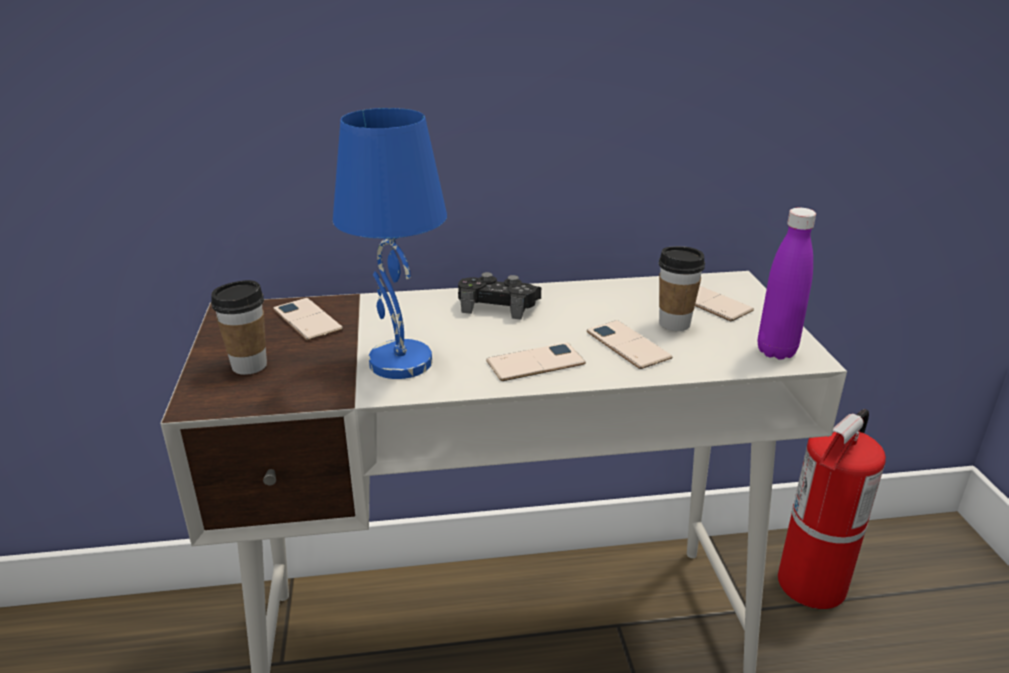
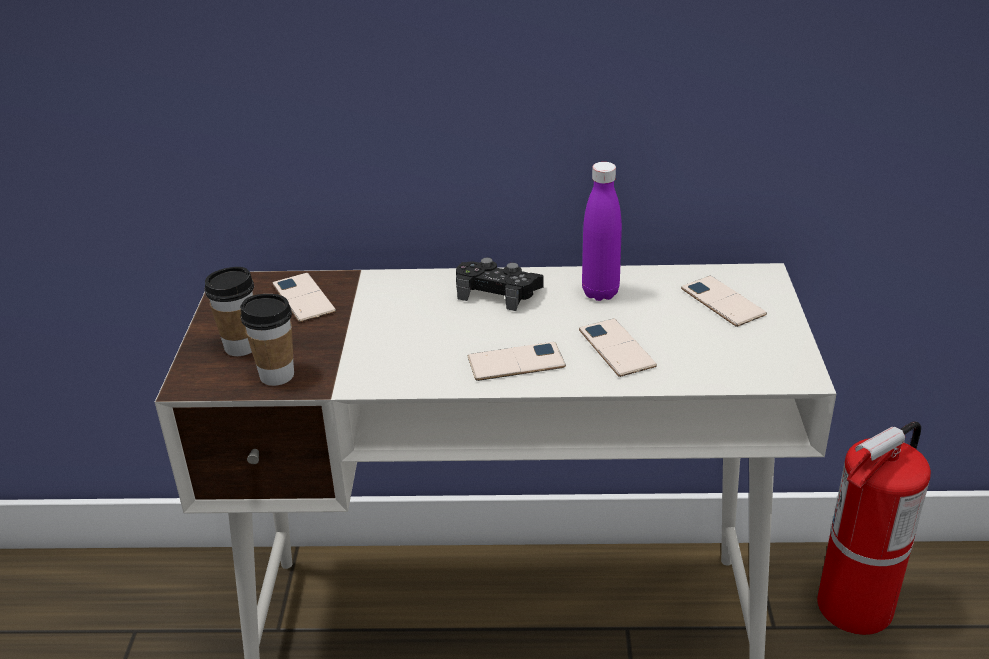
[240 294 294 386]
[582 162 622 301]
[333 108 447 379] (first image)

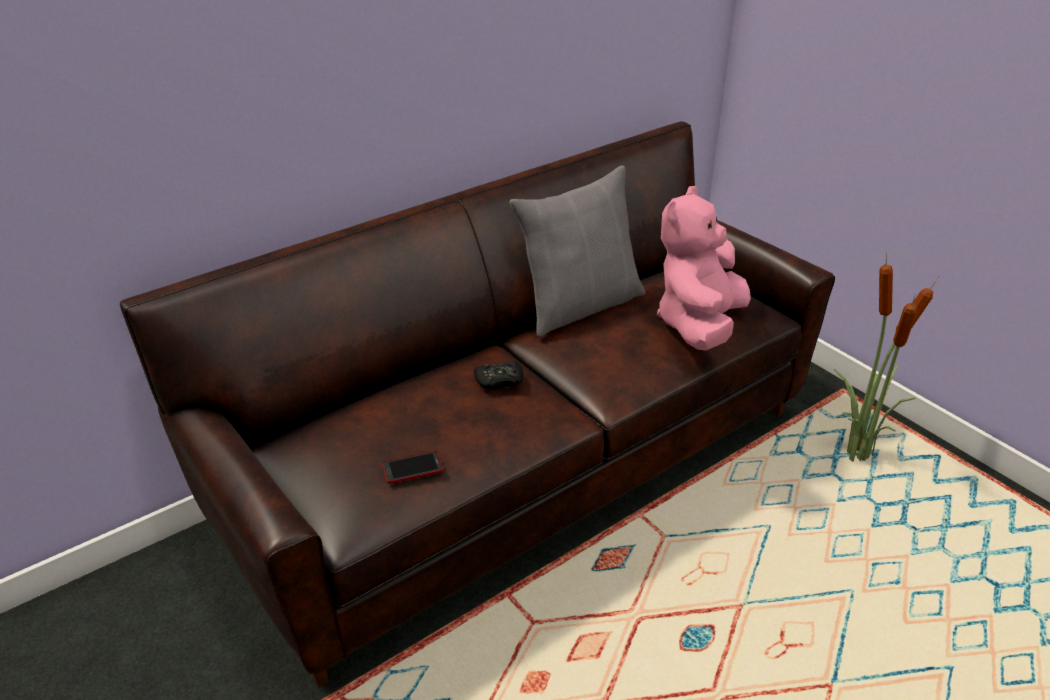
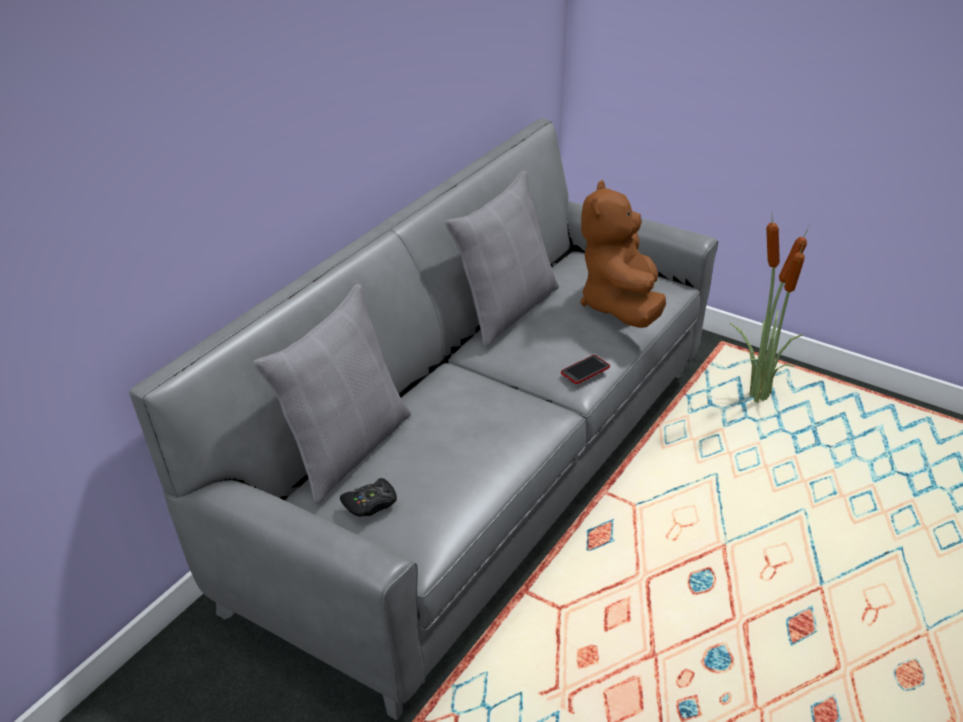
[130 118 718 720]
[253 284 411 503]
[340 478 397 517]
[561 355 610 384]
[580 180 666 328]

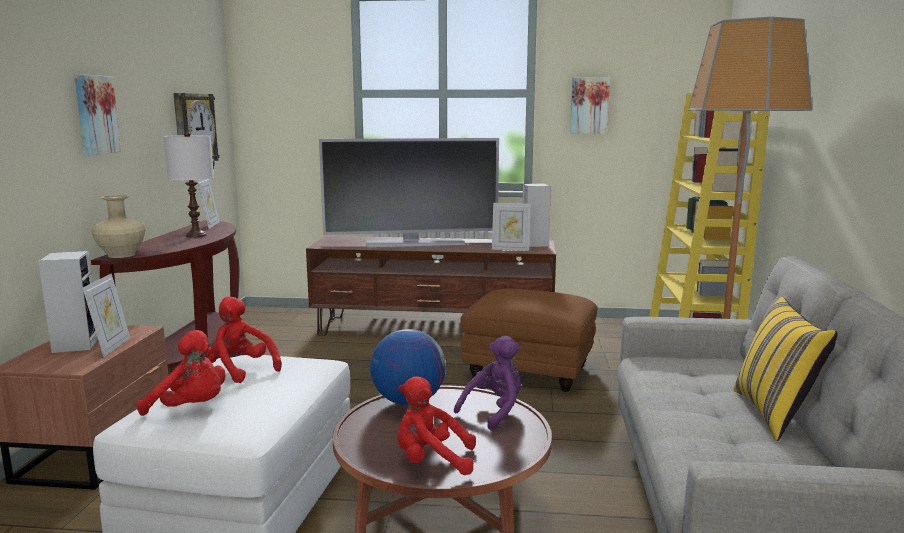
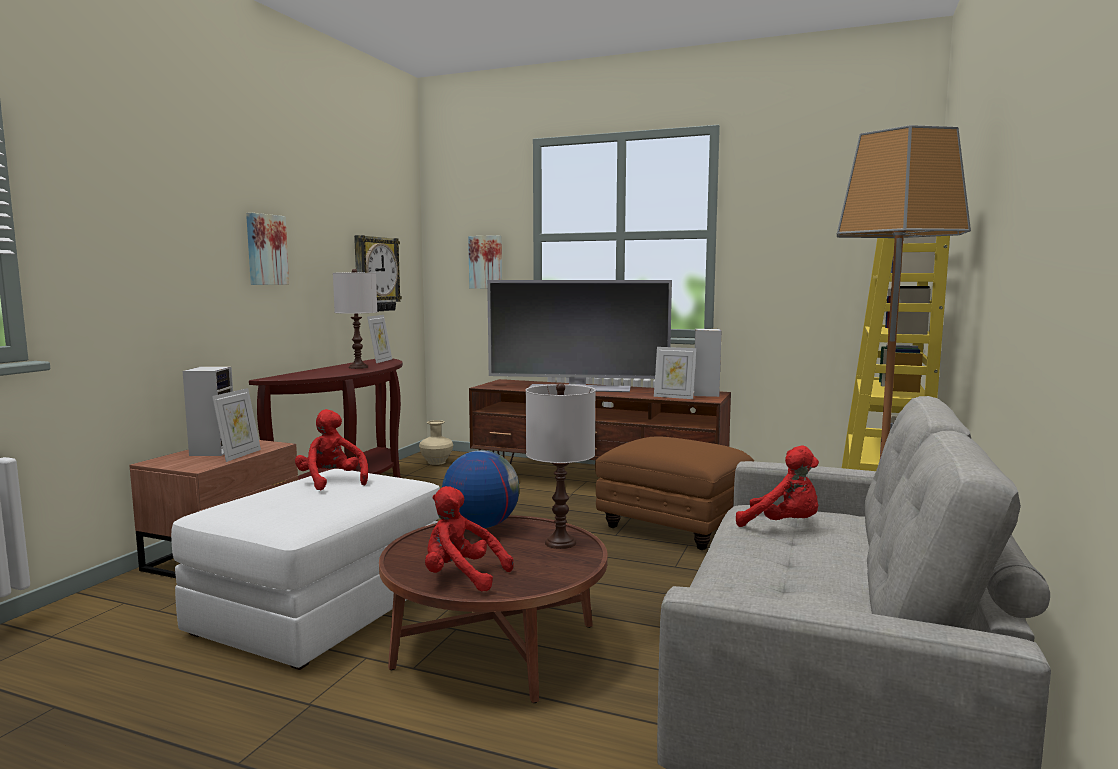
[419 420 453 465]
[468 235 502 289]
[526 383 596 549]
[736 446 819 527]
[734 297 838 441] (first image)

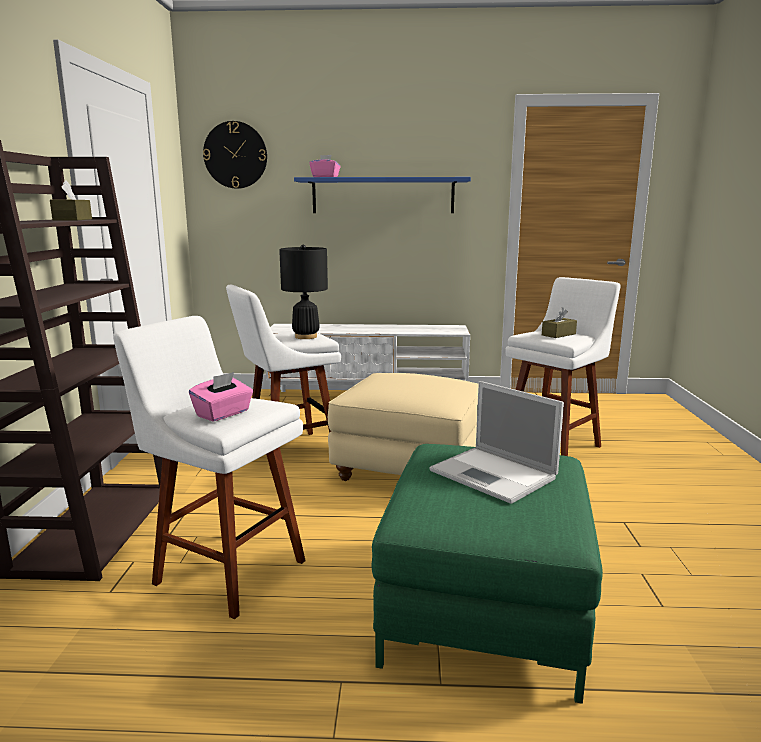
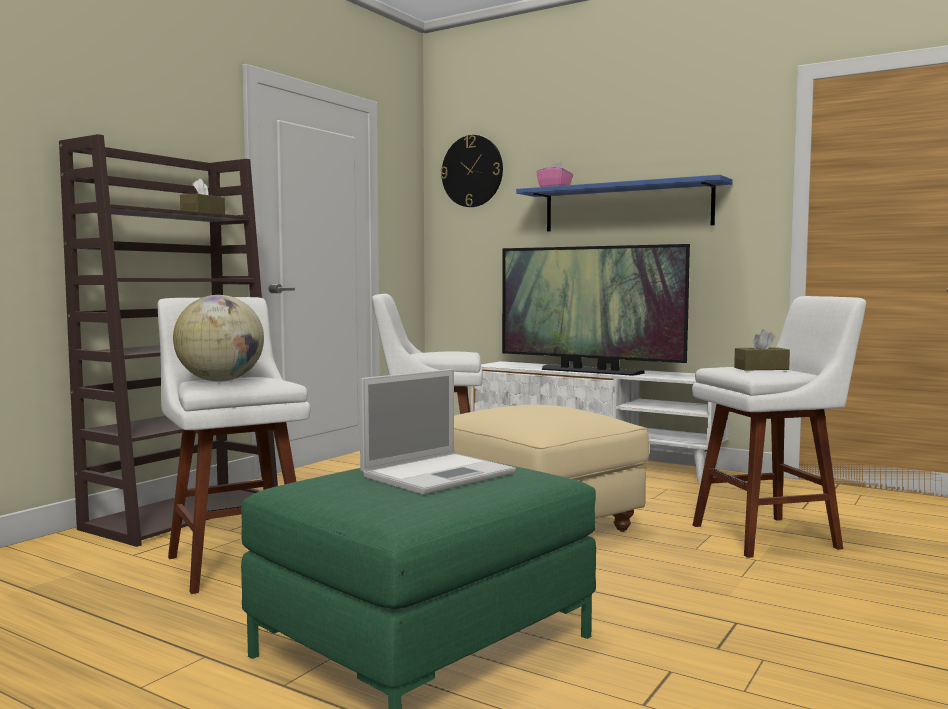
[173 295 264 382]
[359 369 516 495]
[502 244 690 376]
[279 245 328 339] (first image)

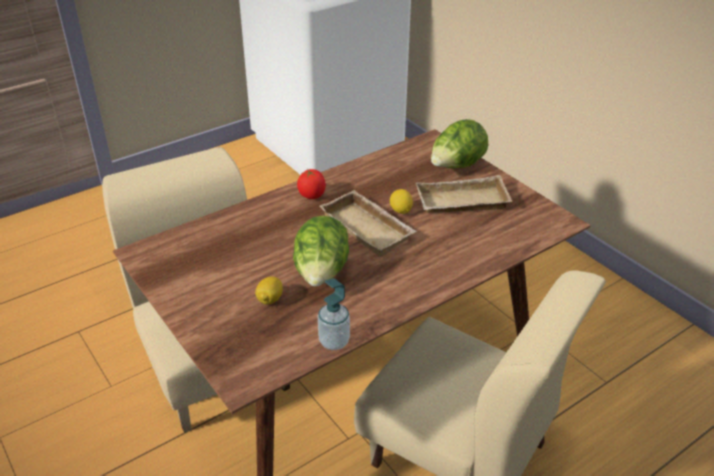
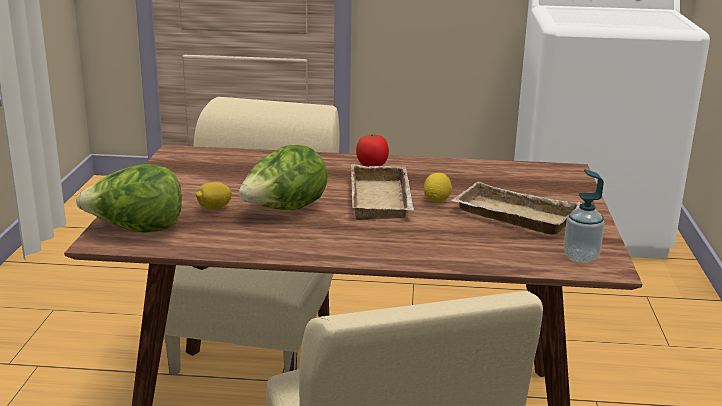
[76 164 182 233]
[564 169 604 263]

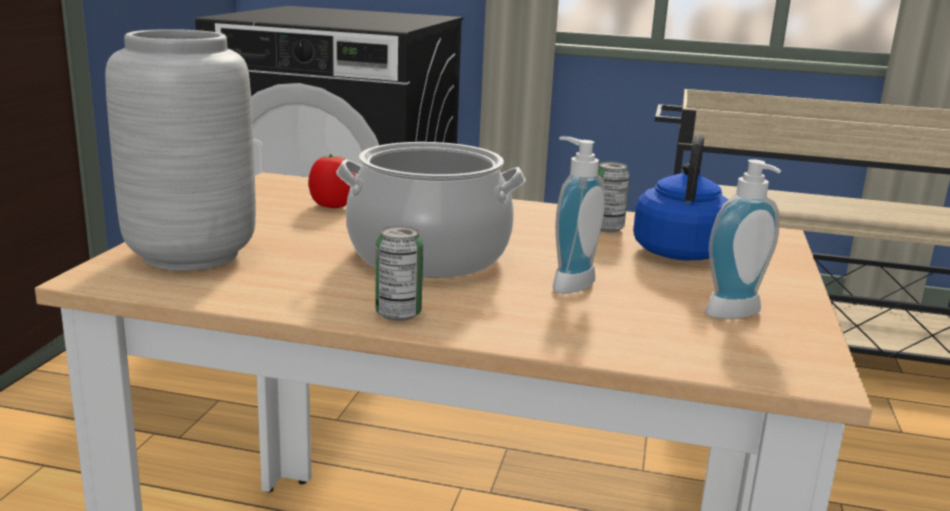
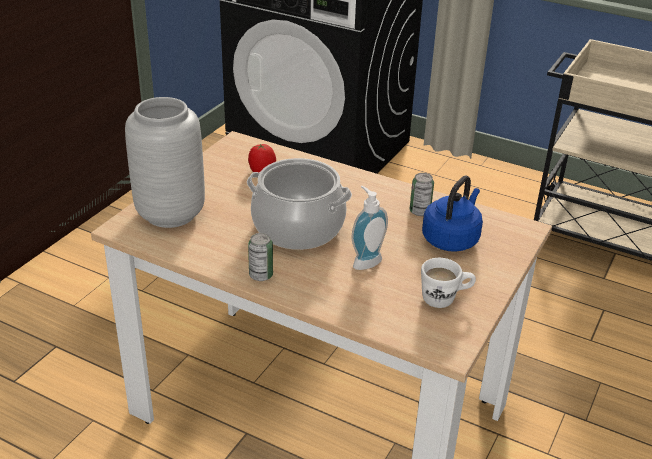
[421 258 476 308]

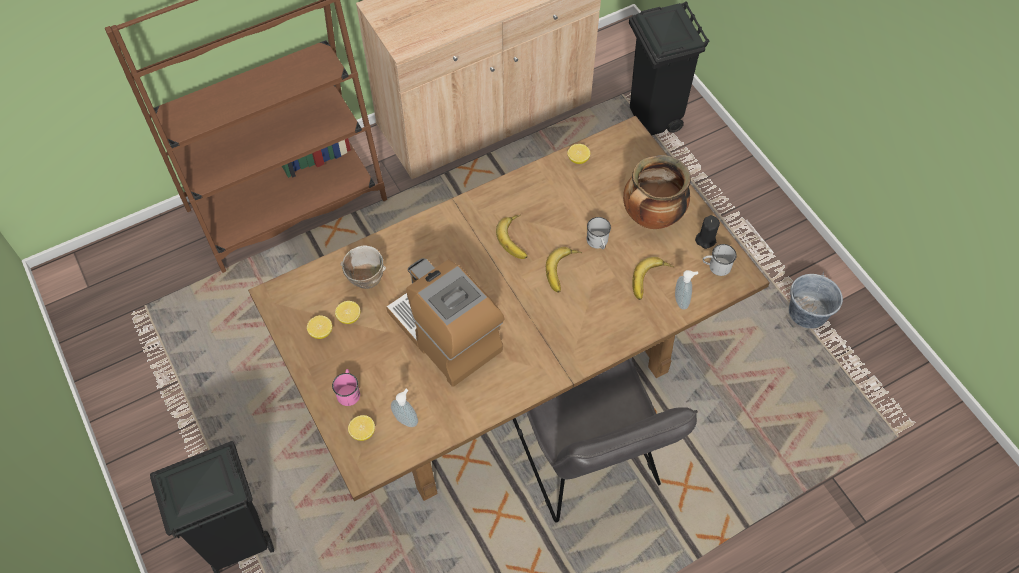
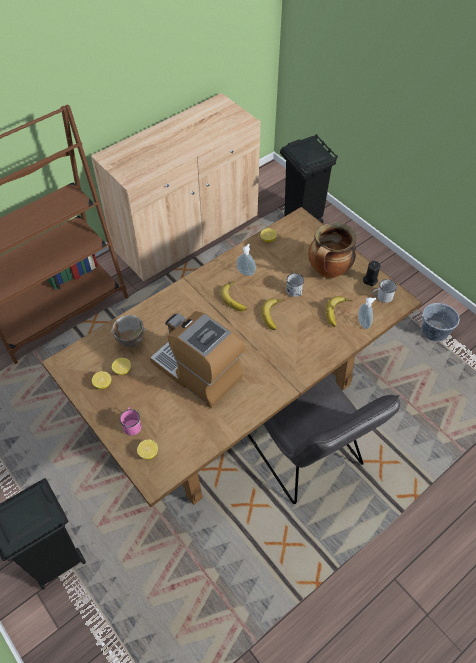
[237 244 256 276]

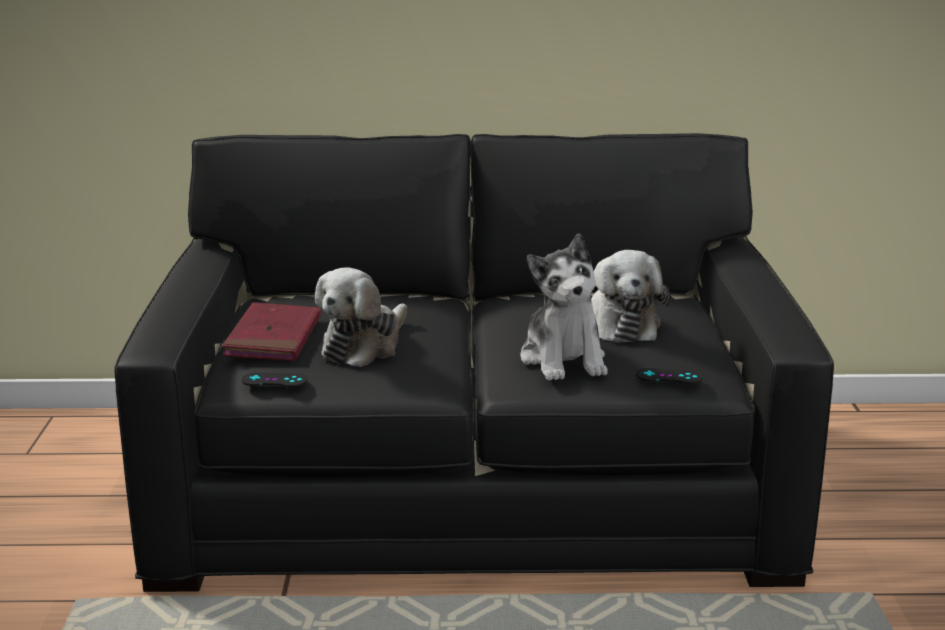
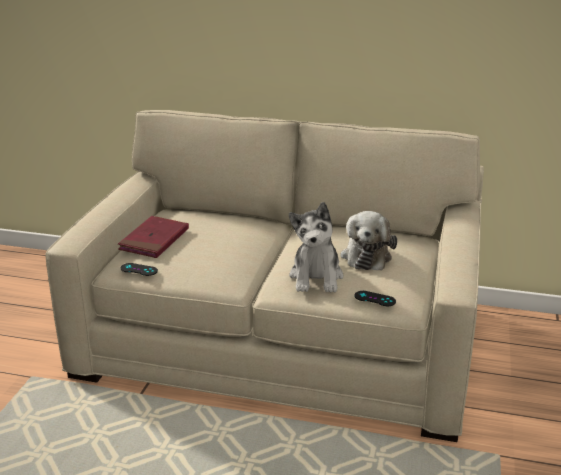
[46 110 484 442]
[315 267 407 367] (first image)

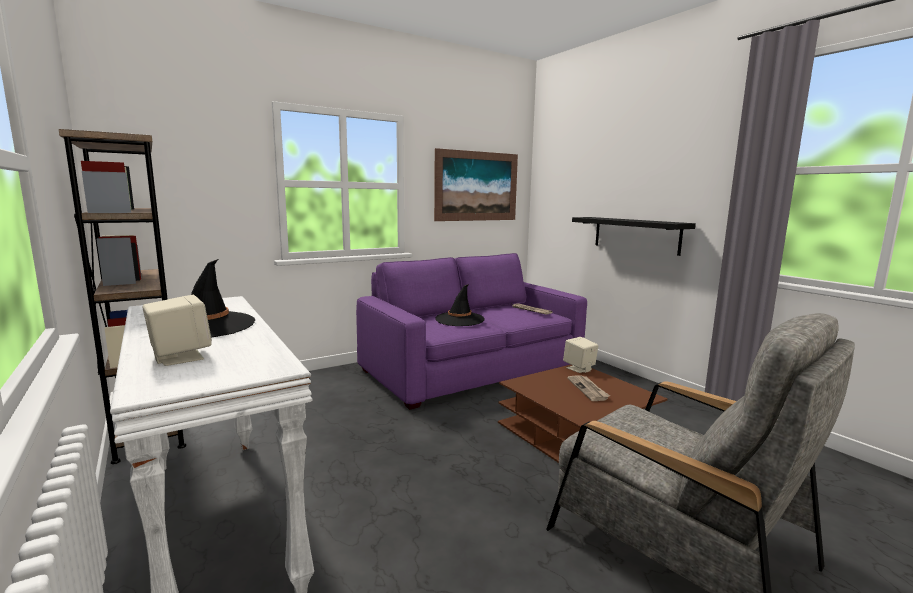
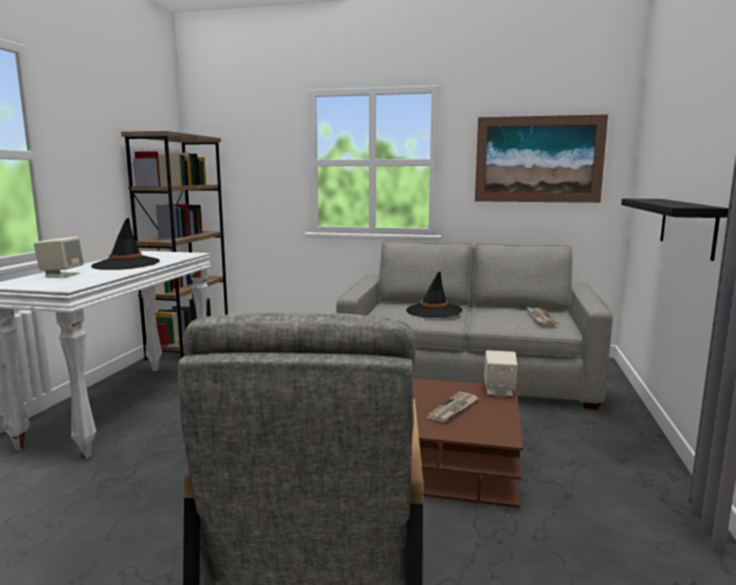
[336 241 613 409]

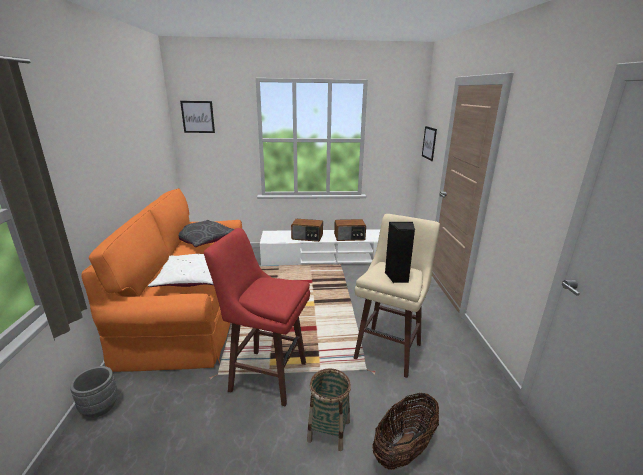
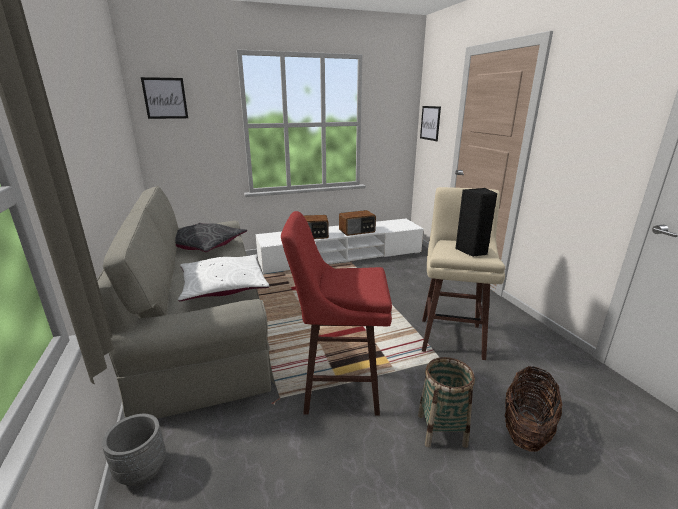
[97 186 276 419]

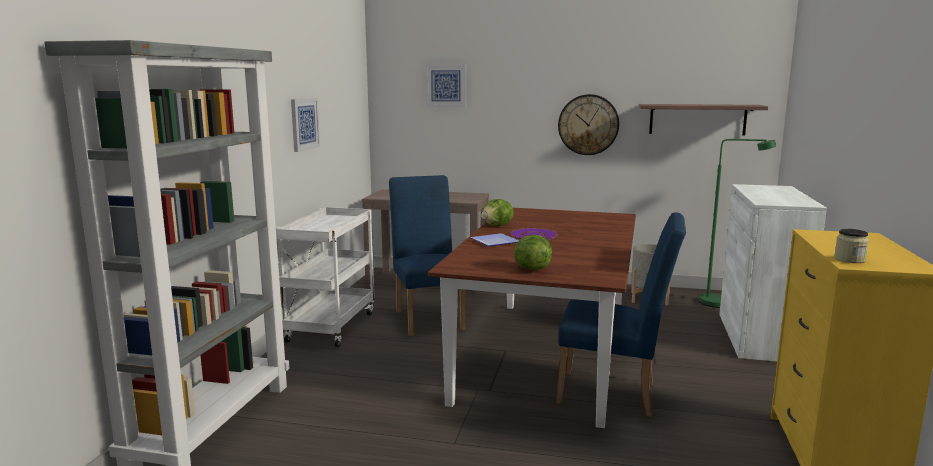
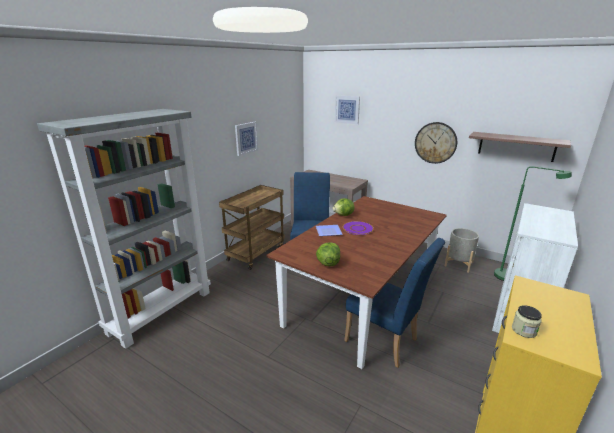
[219 185 285 270]

